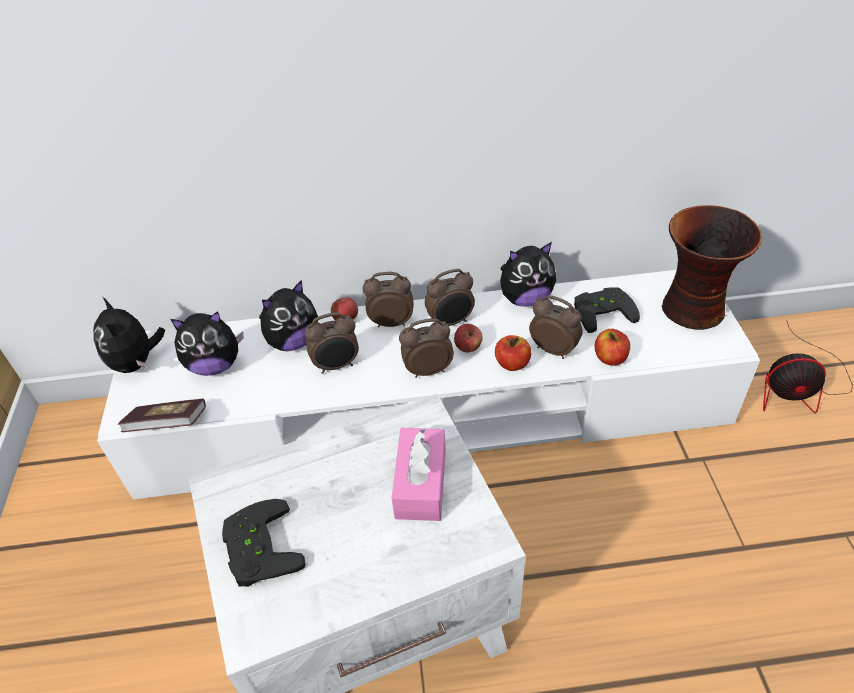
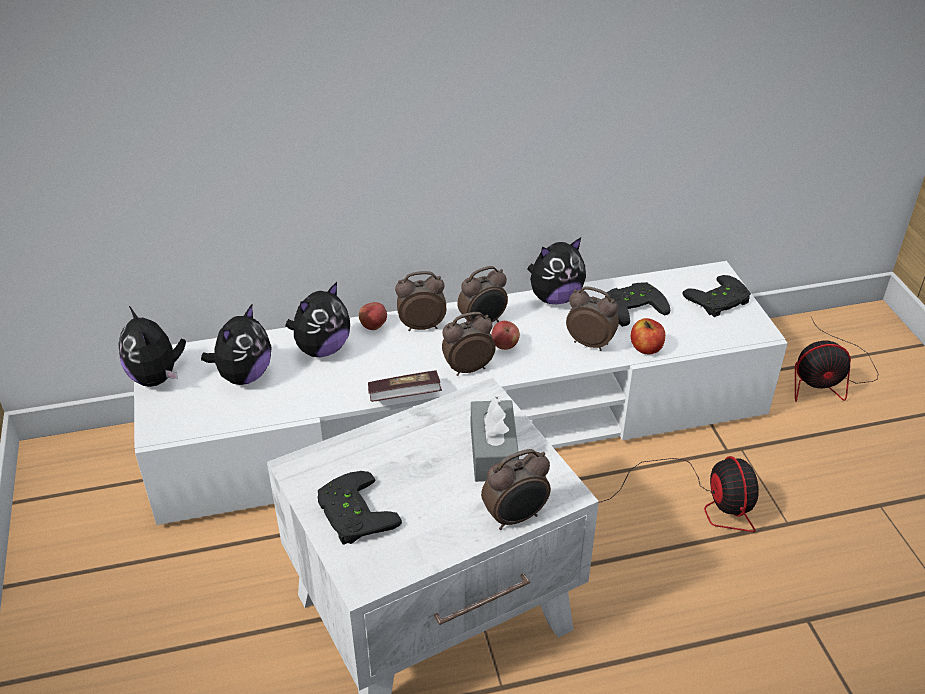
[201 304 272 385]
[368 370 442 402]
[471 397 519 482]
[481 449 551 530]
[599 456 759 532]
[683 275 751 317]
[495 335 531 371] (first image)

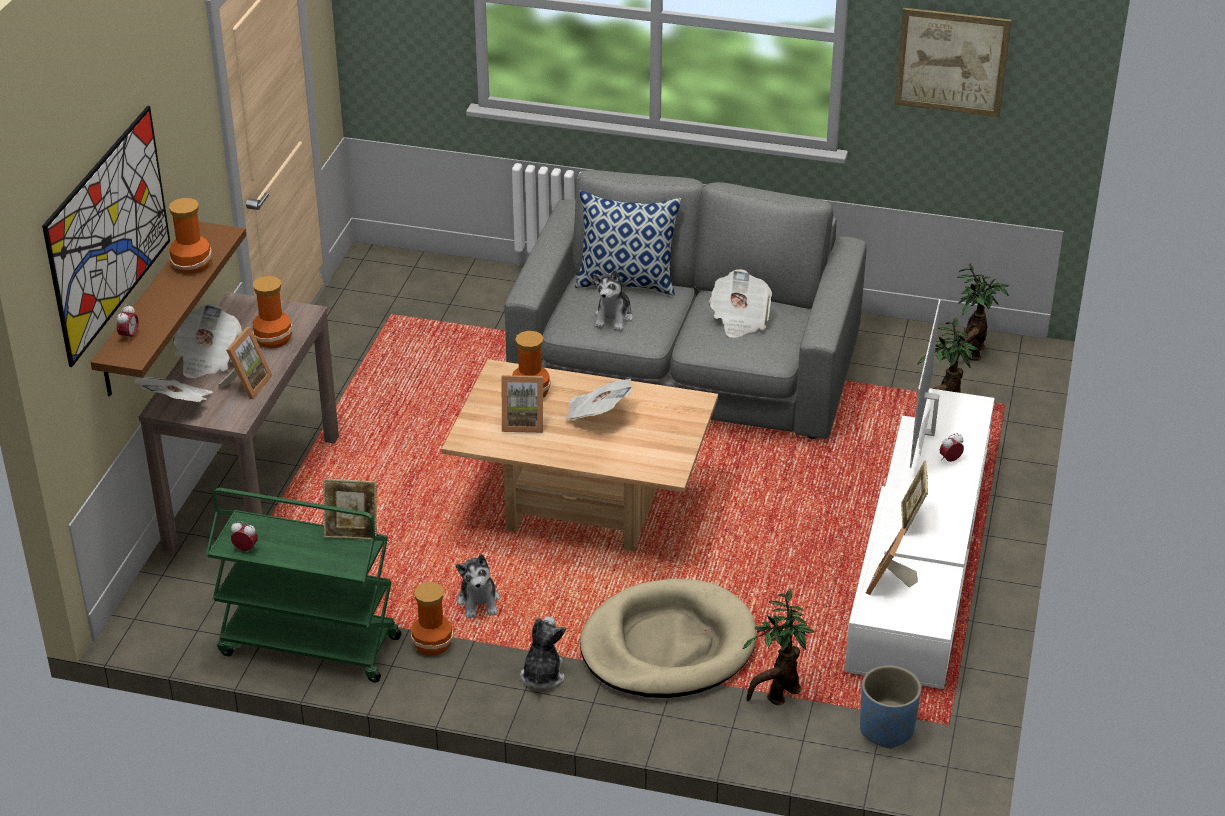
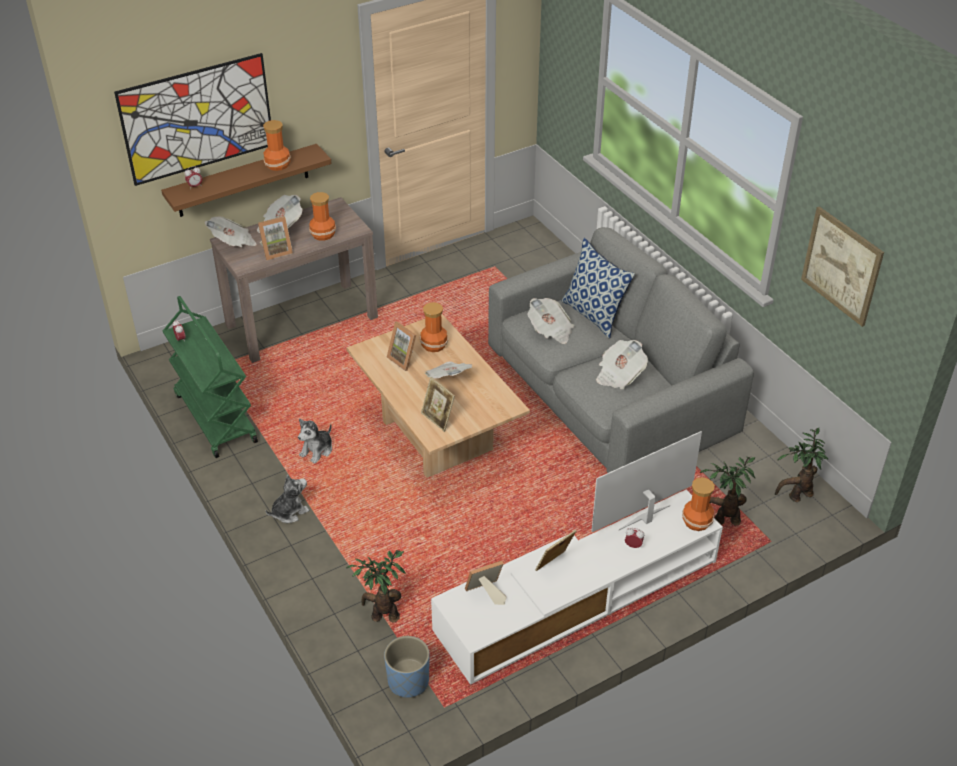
[421 377 455 432]
[527 298 574 344]
[682 477 715 531]
[580 579 757 698] (first image)

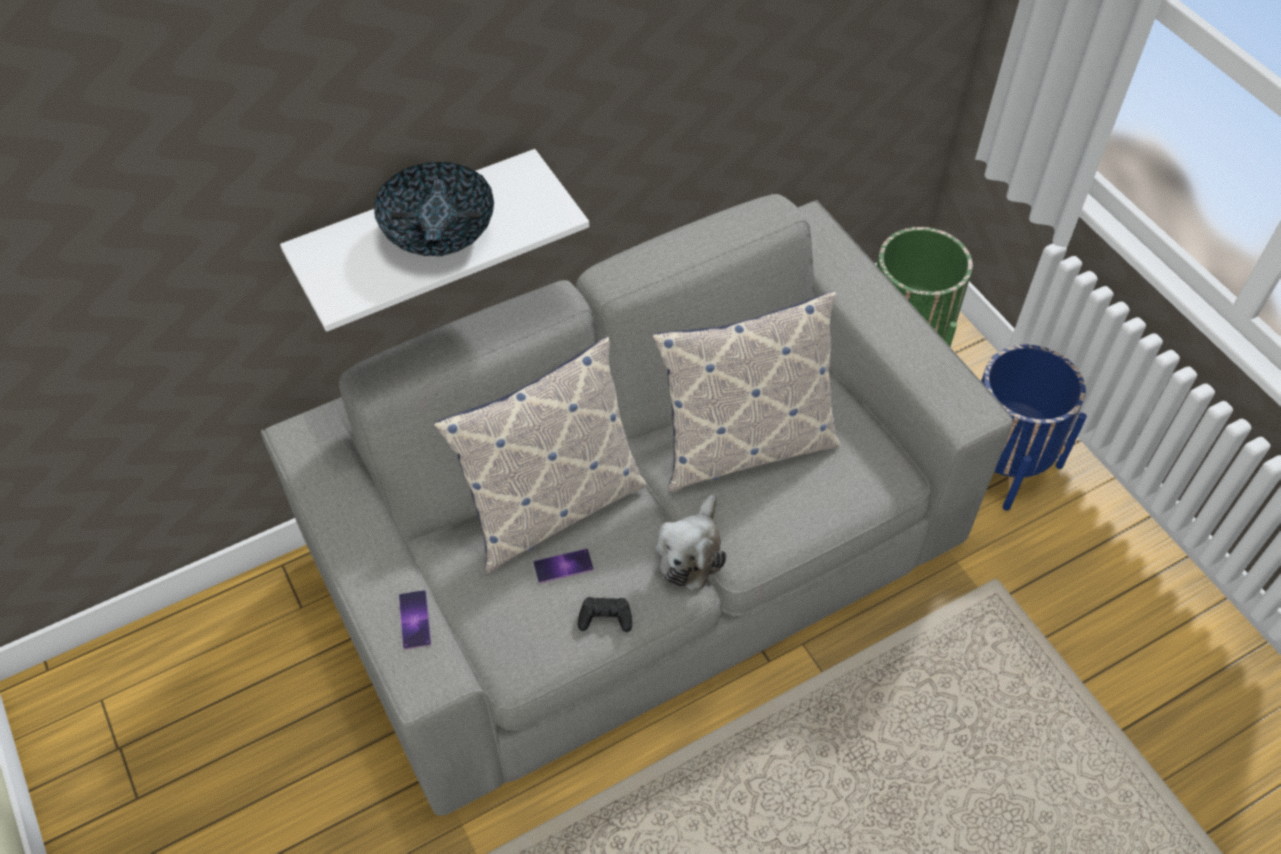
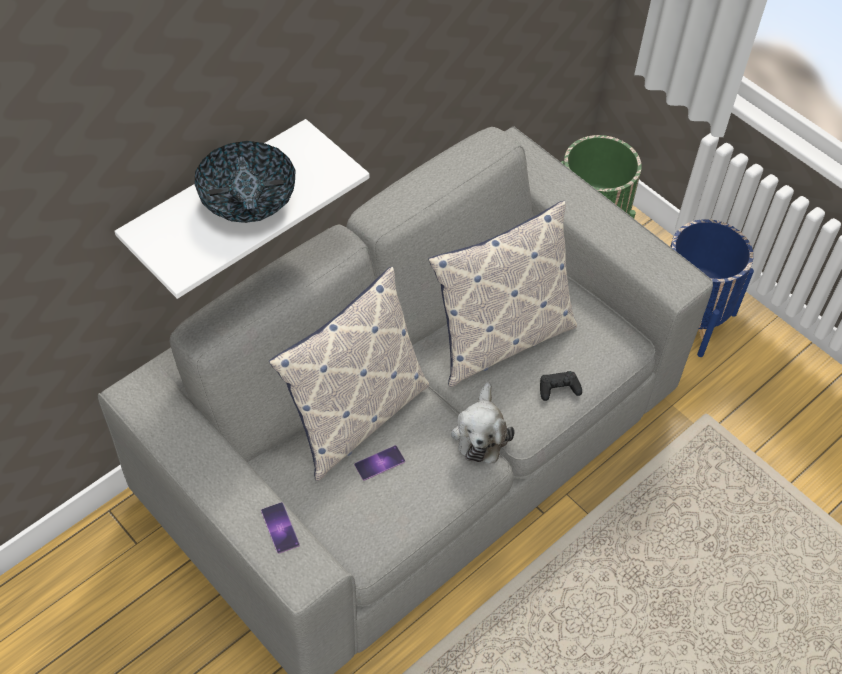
[540 371 582 401]

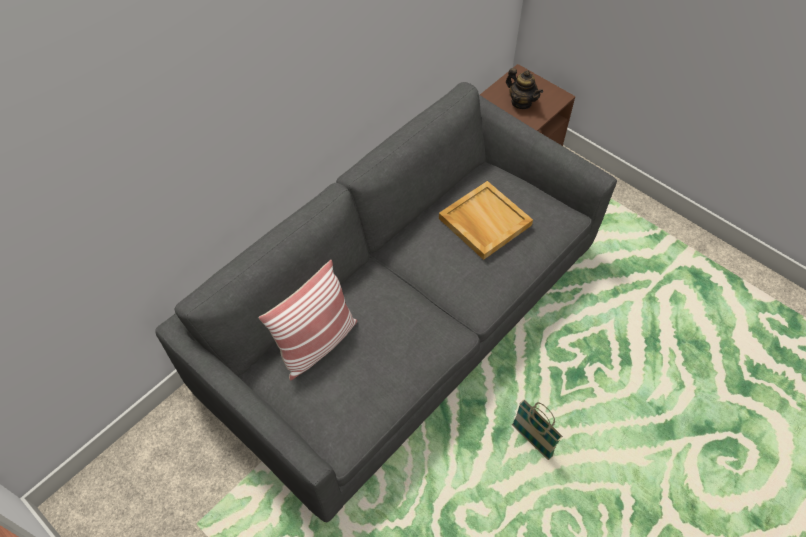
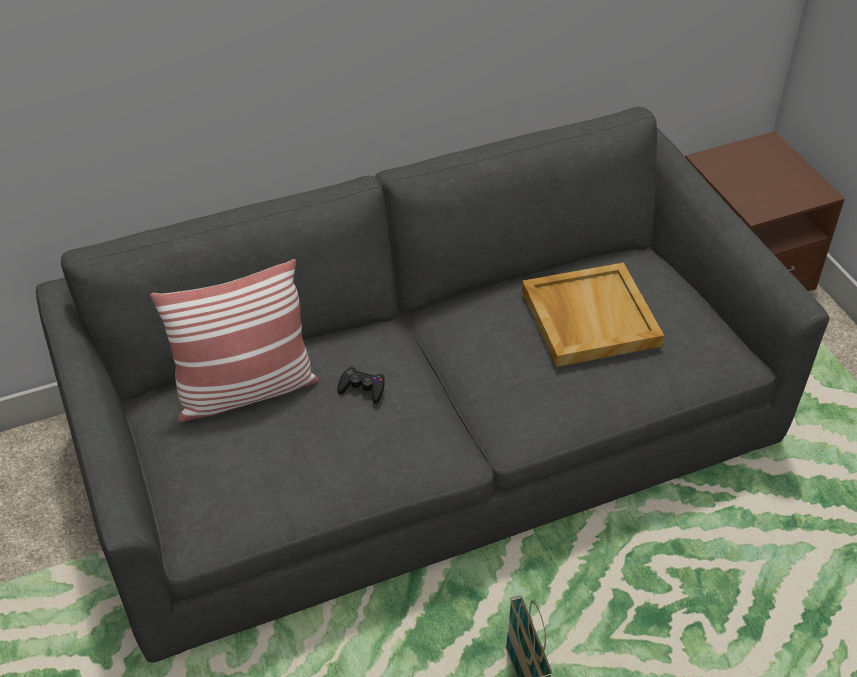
[337 366 384 404]
[506 68 543 109] (first image)

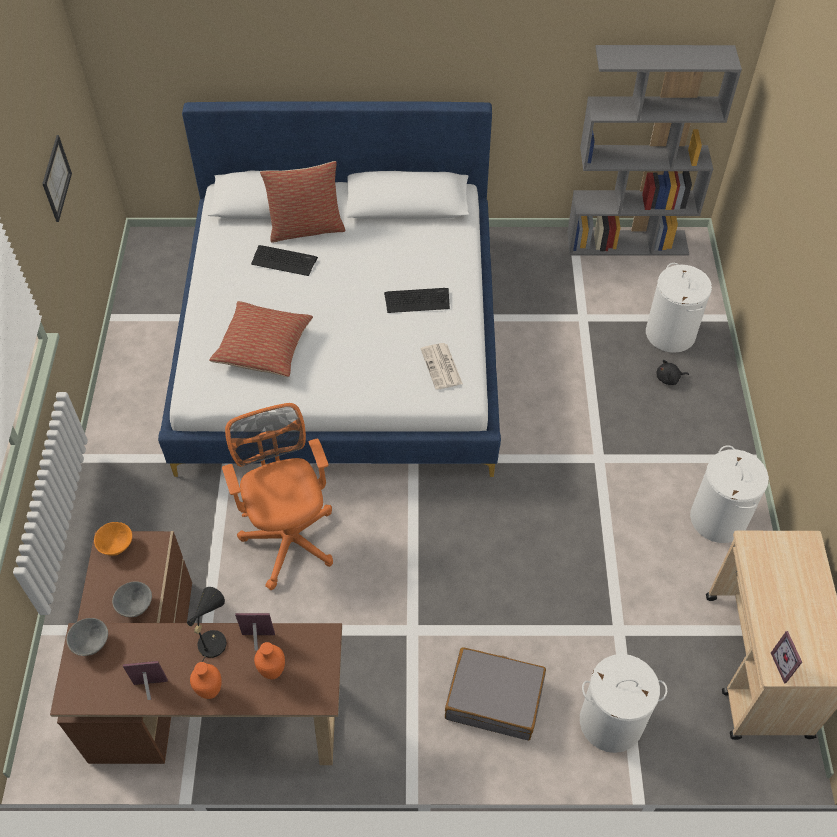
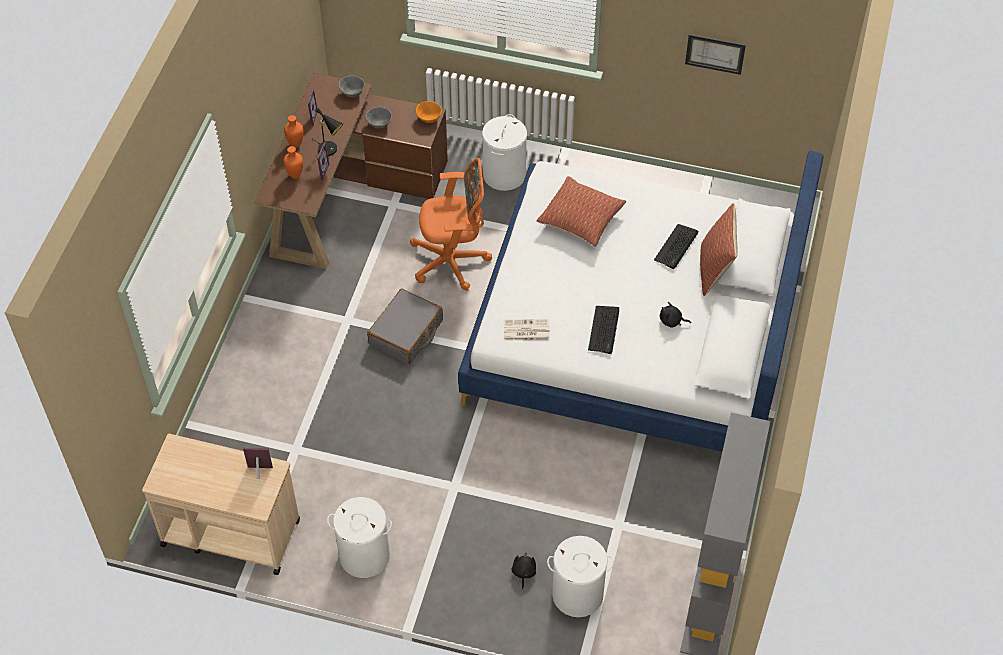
[243 448 273 479]
[367 289 443 364]
[482 114 527 191]
[660 302 691 328]

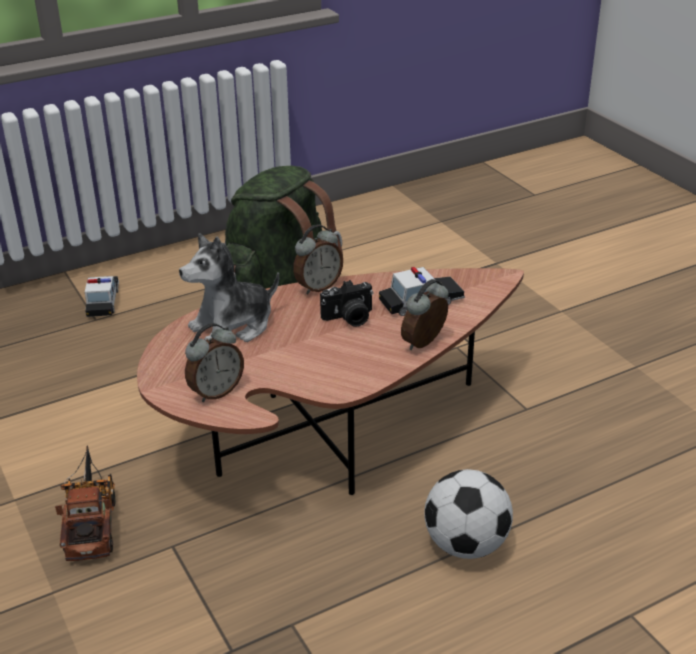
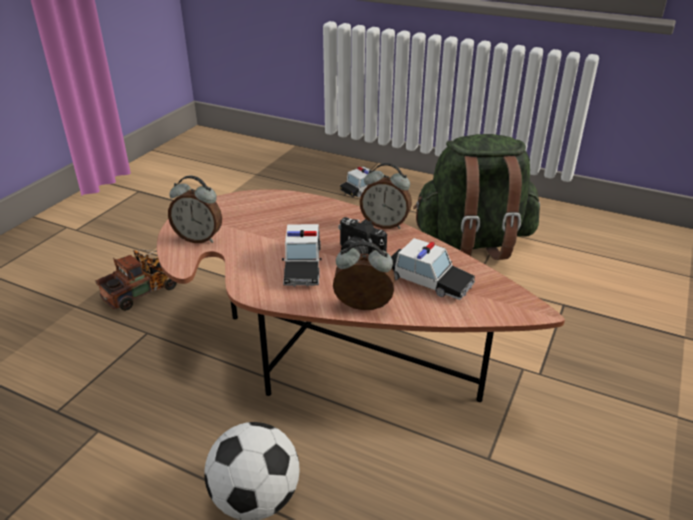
[282 224 322 287]
[179 233 279 342] (first image)

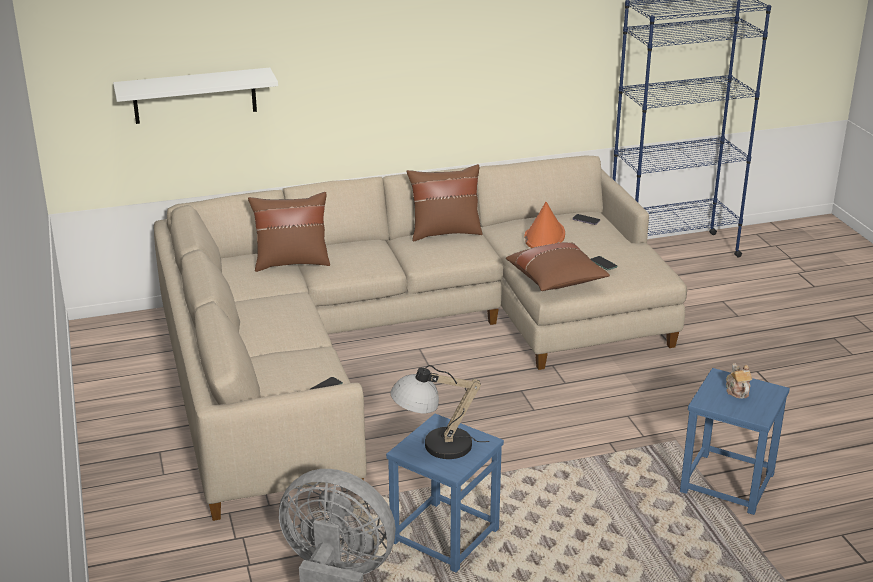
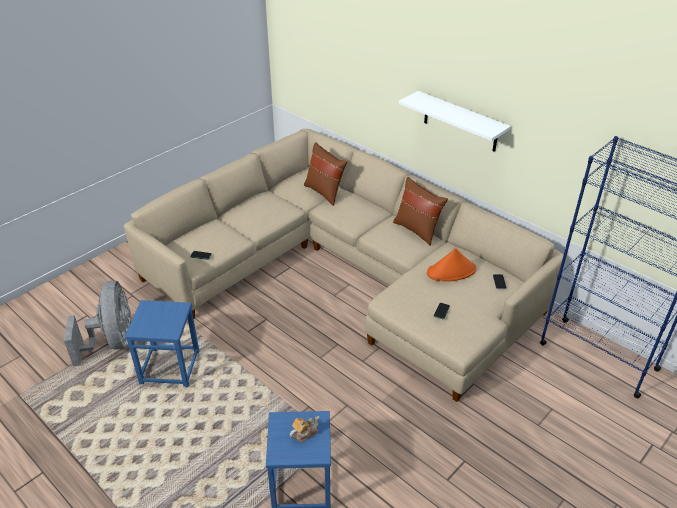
[399 91 511 152]
[390 365 490 459] (first image)
[506 242 610 291] (first image)

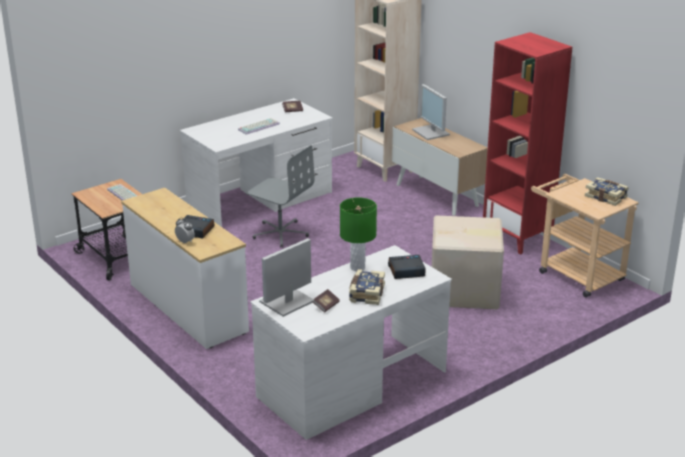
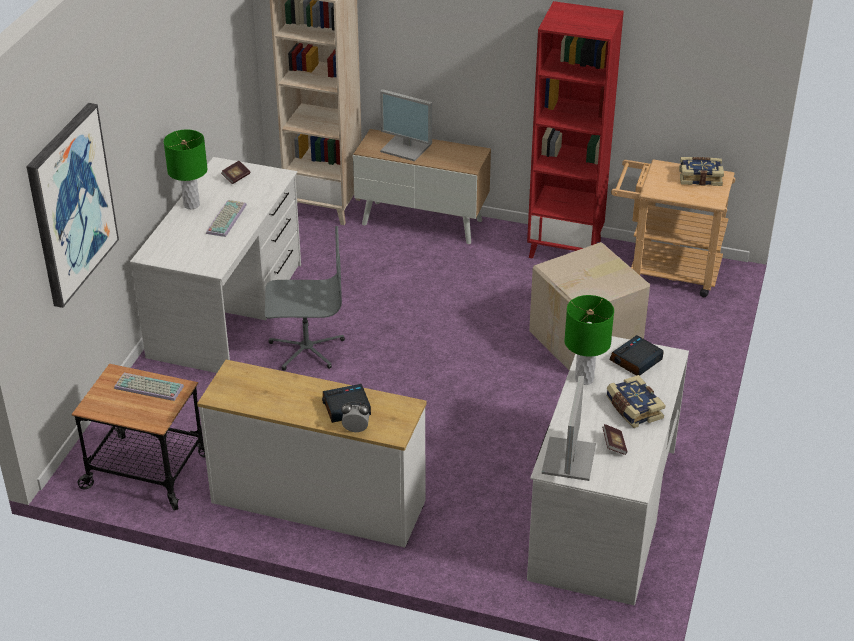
[26 103 119 308]
[164 129 207 209]

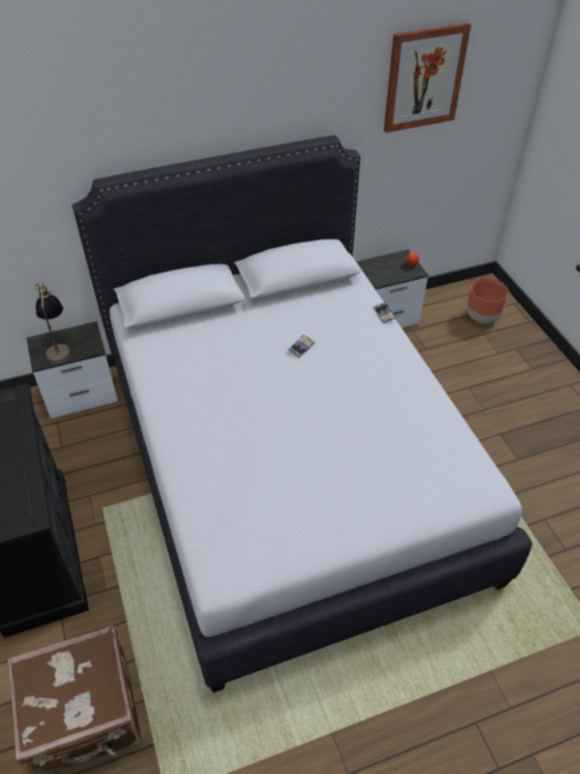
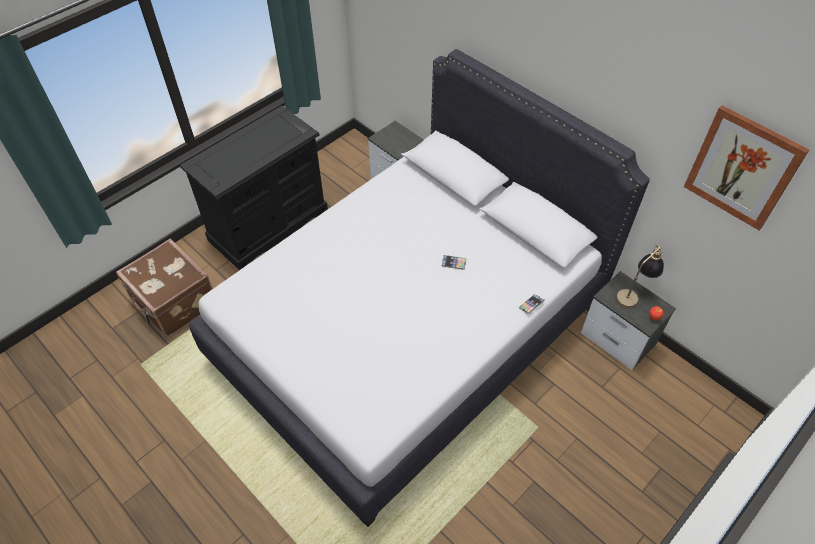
[615 245 664 309]
[467 278 509 324] (first image)

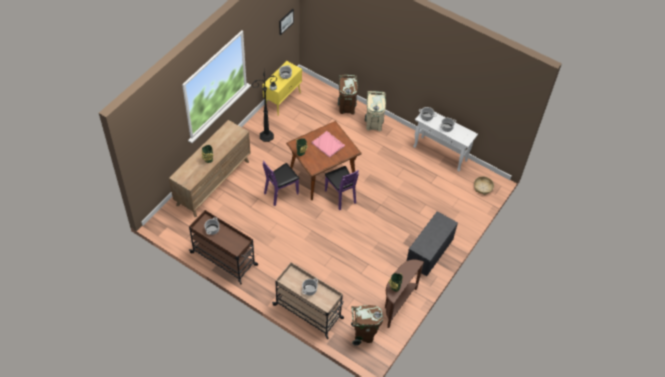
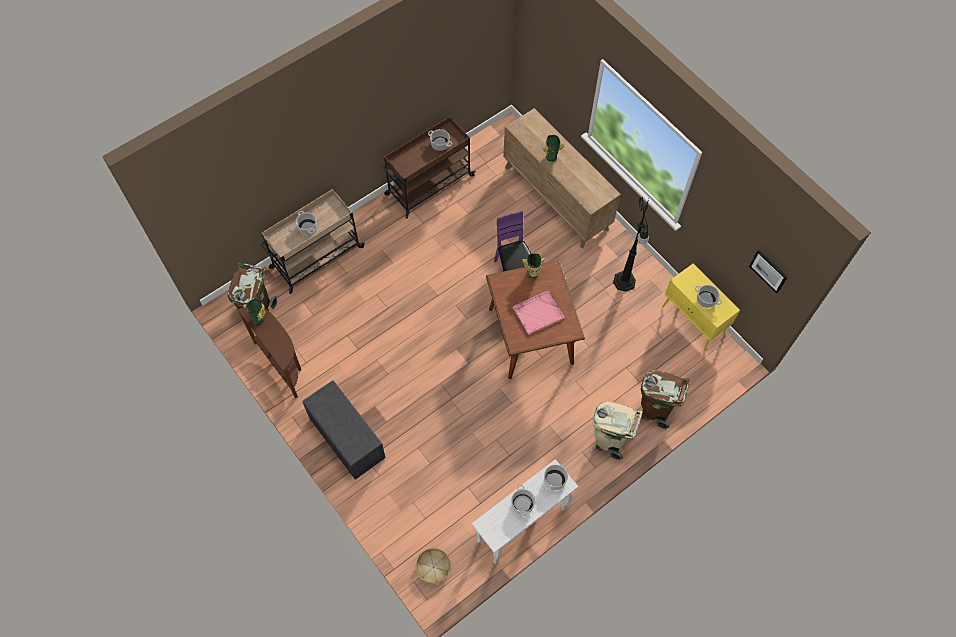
[325 166 359 210] (first image)

